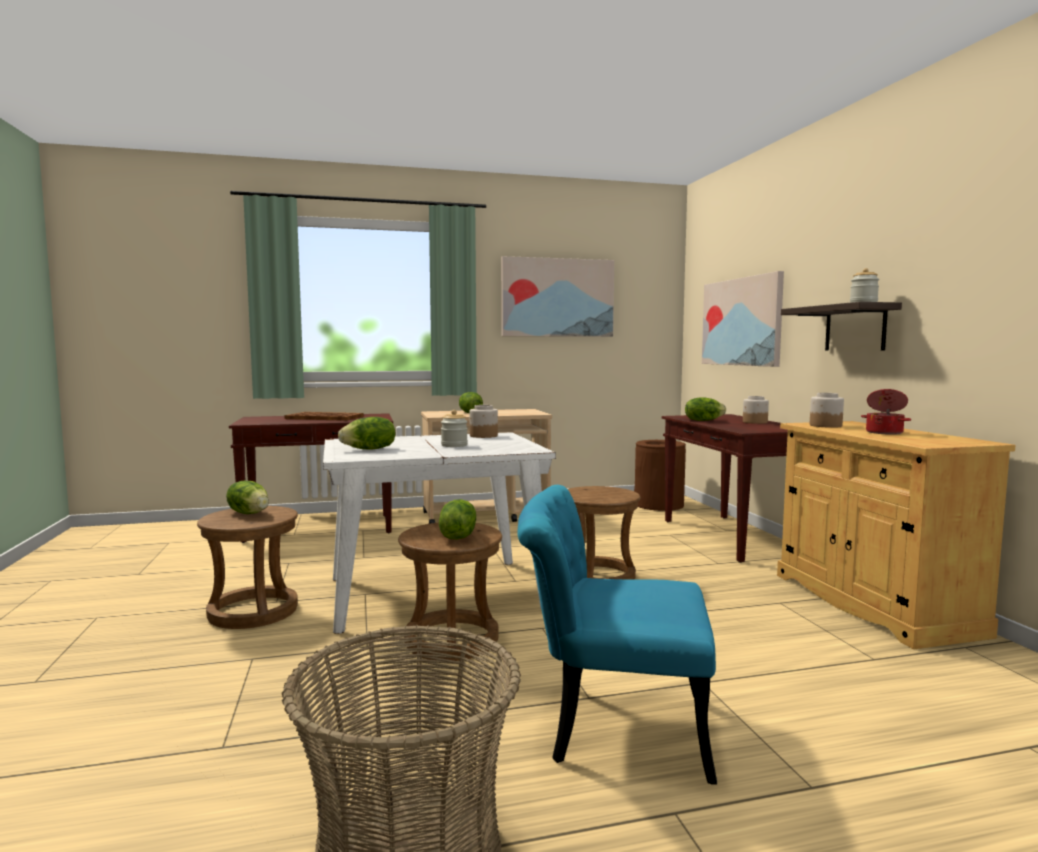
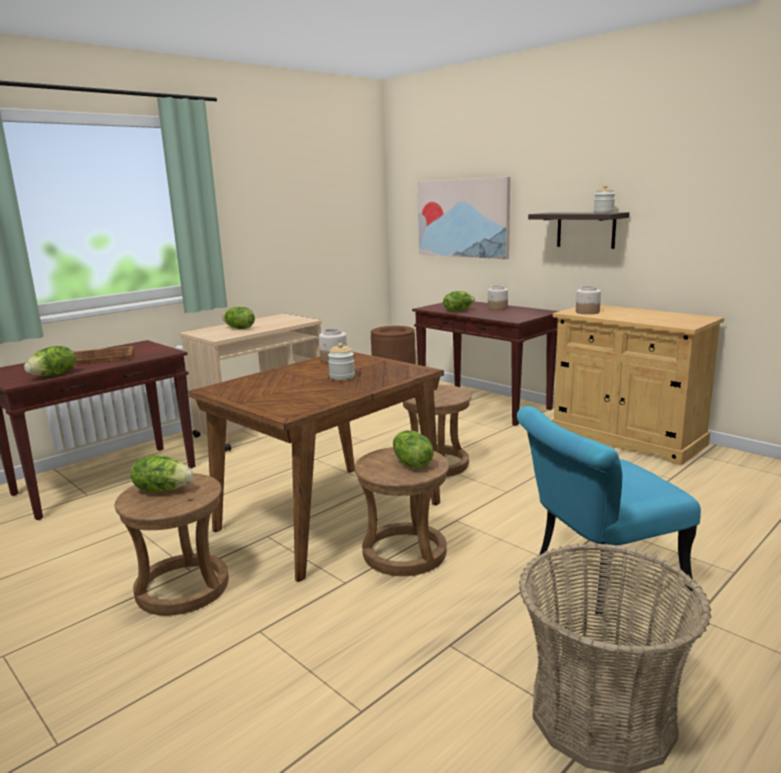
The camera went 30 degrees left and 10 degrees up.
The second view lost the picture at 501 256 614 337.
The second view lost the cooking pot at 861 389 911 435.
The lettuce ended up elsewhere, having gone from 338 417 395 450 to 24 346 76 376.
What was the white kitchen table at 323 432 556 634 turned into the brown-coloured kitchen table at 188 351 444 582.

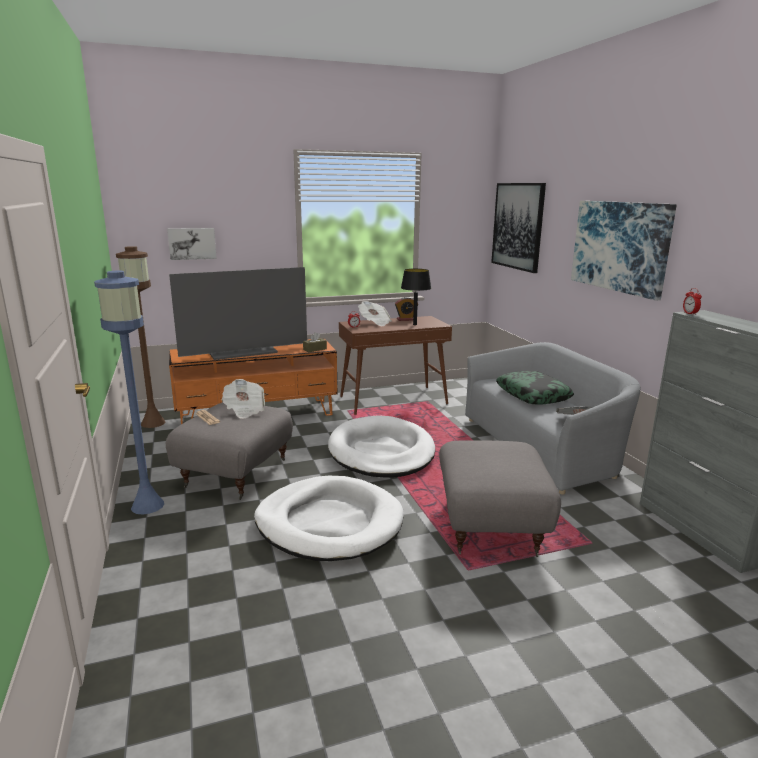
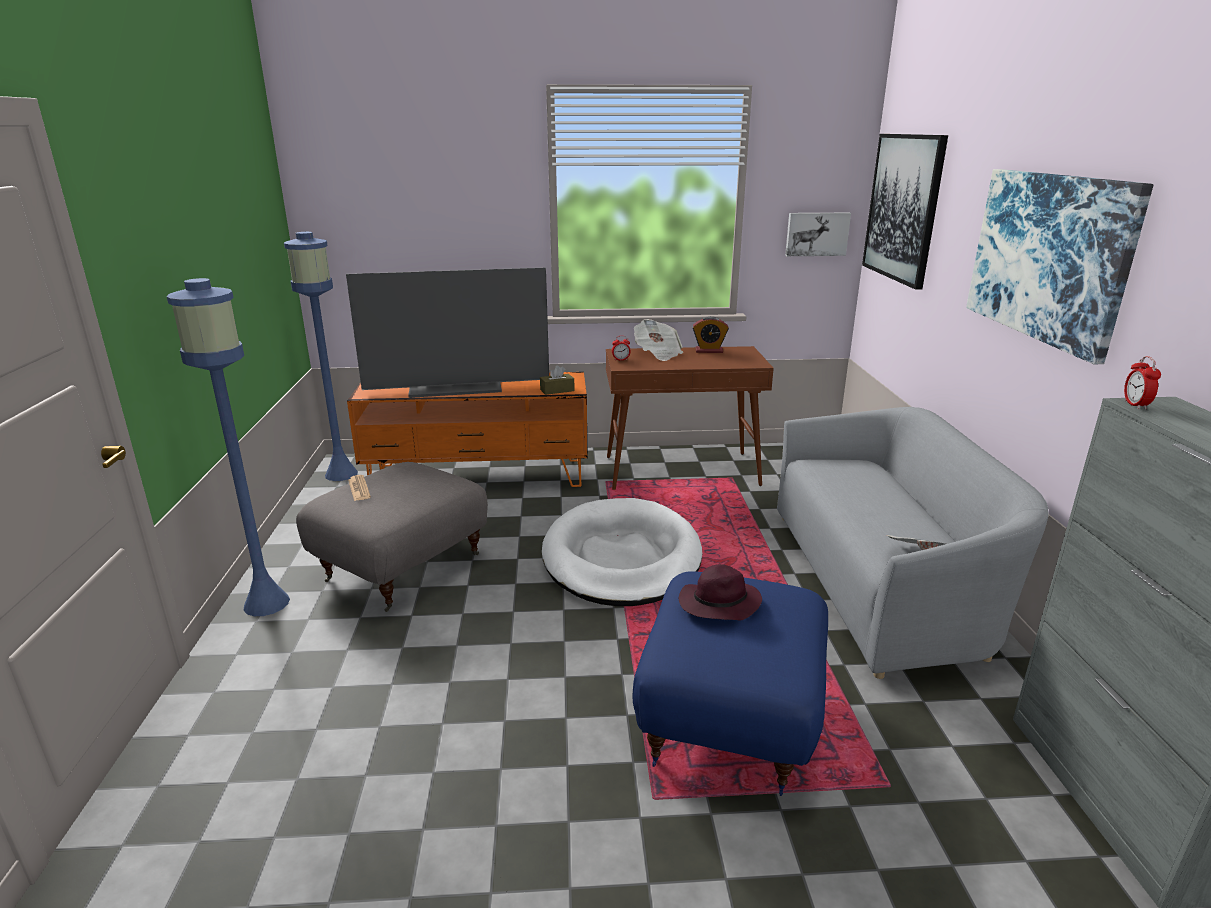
The camera went 15 degrees right and 5 degrees up.
The second view lost the printed paper at 222 379 265 419.
The second view lost the white dog cushion at 254 476 404 561.
The second view lost the black-coloured tabletop lamp at 401 269 431 325.
The second view lost the throw pillow at 496 371 574 405.
The second view gained the purple-coloured hat at 678 564 762 620.
The picture ended up elsewhere, having gone from 167 228 217 260 to 785 213 851 256.
What was the brown-coloured standing lamp at 116 246 165 428 turned into the blue standing lamp at 284 232 358 481.
What was the greyish ottoman at 439 440 561 557 turned into the blue ottoman at 632 571 828 796.

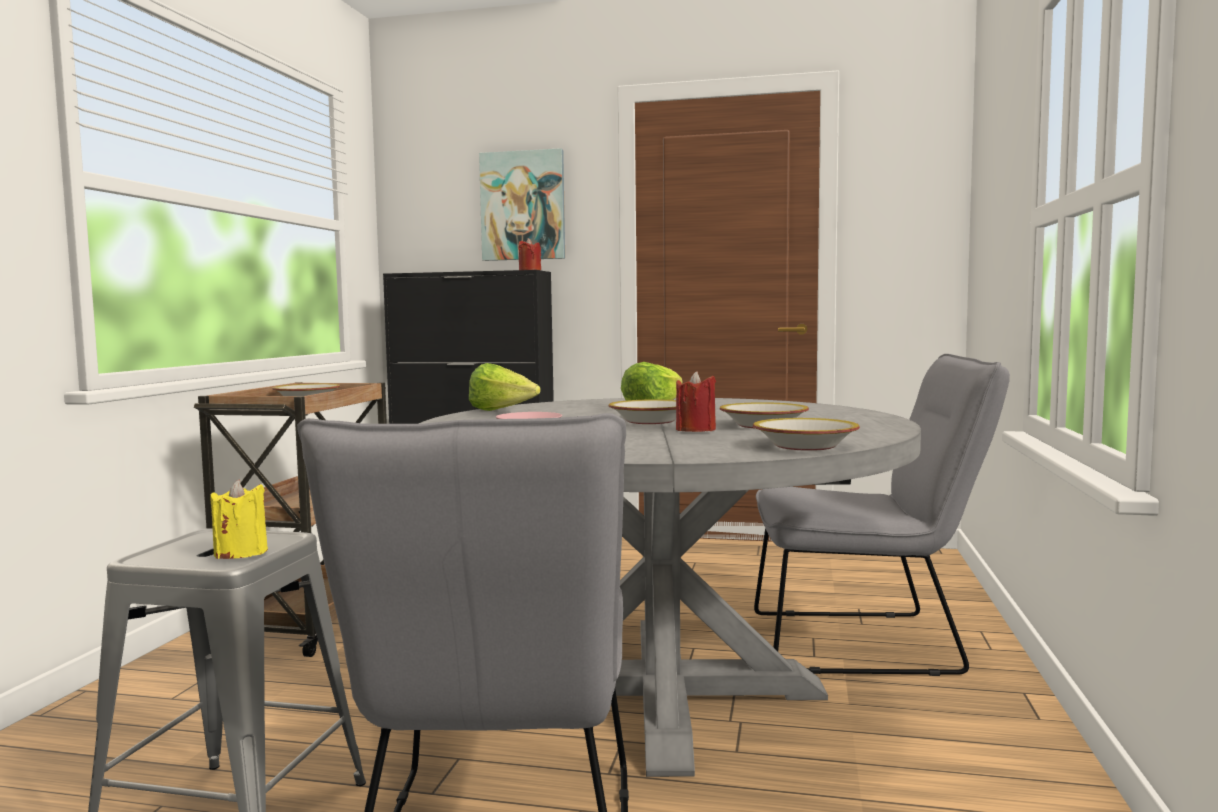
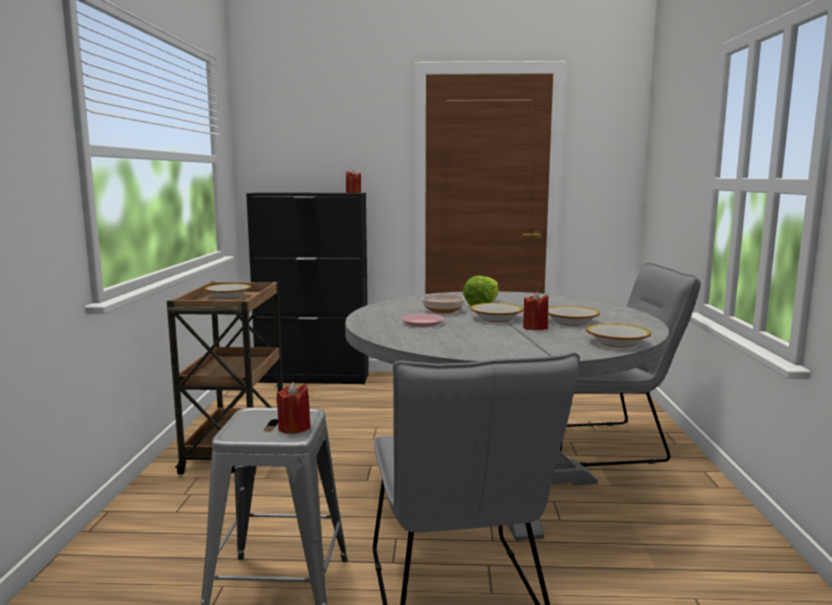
The camera went 10 degrees left and 5 degrees up.
The second view lost the lettuce at 469 363 541 411.
The second view lost the picture at 479 148 565 261.
The second view gained the deep dish at 422 294 465 314.
What was the yellowish candle at 210 480 268 559 turned into the reddish candle at 276 382 311 434.

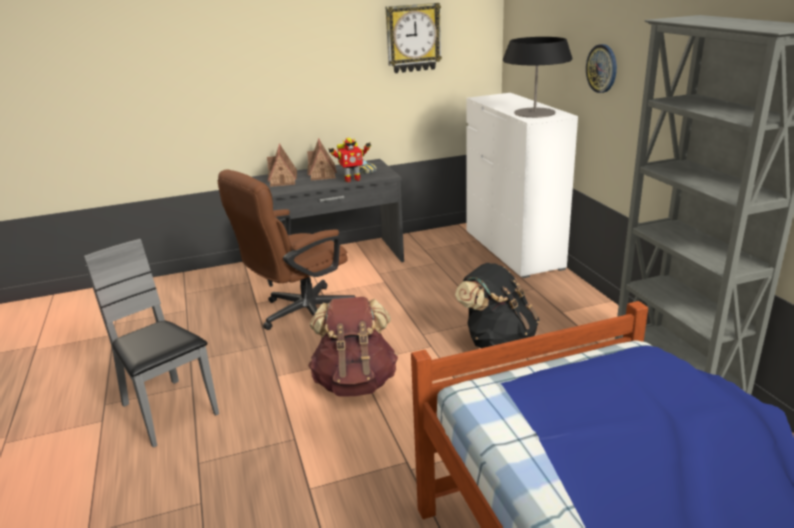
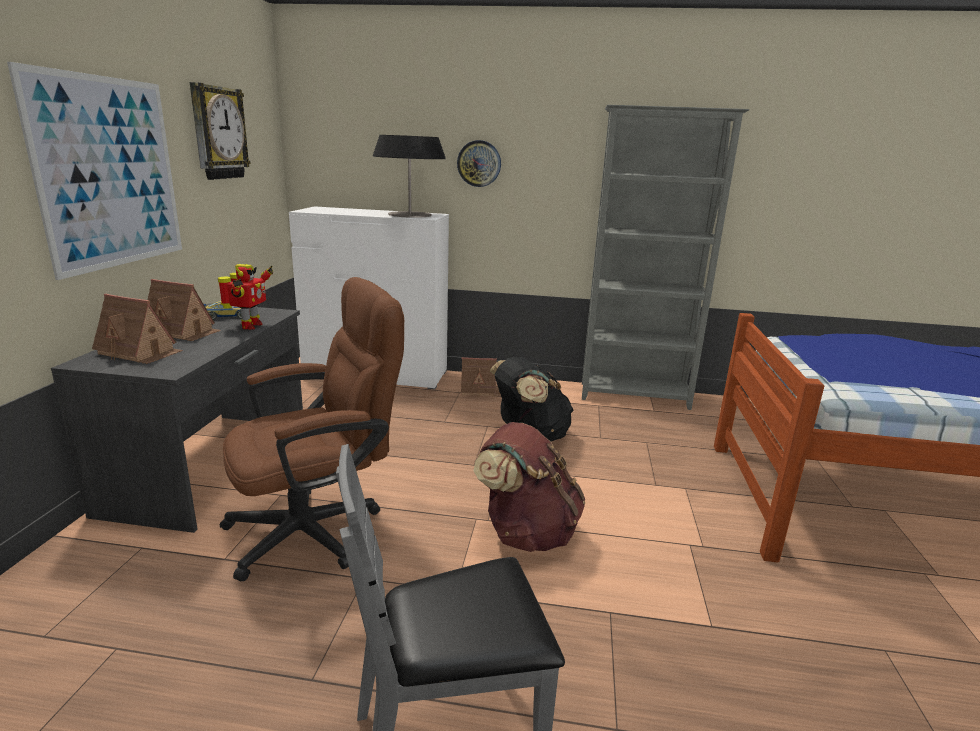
The camera went 65 degrees left and 5 degrees down.
The second view gained the picture at 7 62 182 280.
The second view gained the toy house at 461 357 501 397.
The brown-coloured desk chair at 218 169 355 330 ended up facing another way, 105 degrees counterclockwise from before.

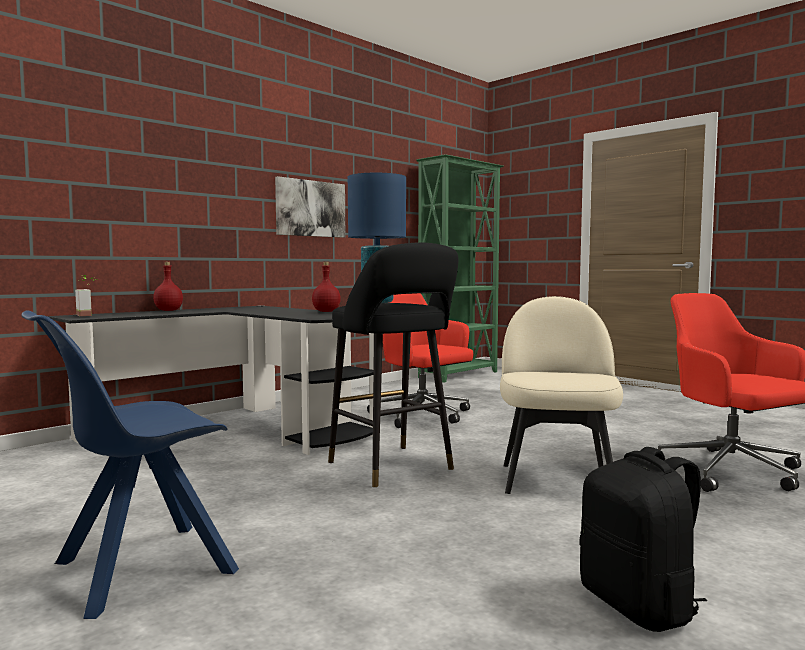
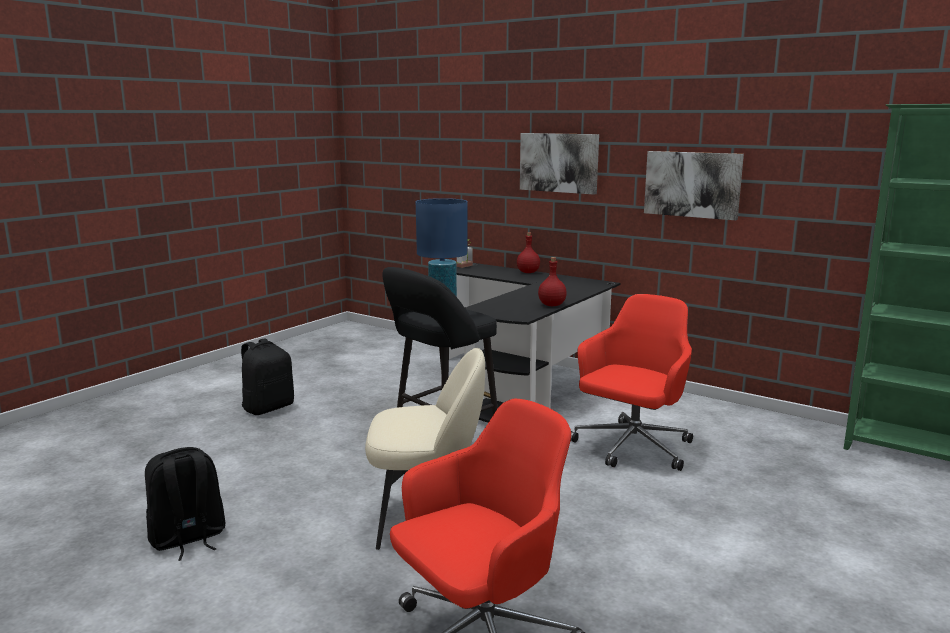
The camera went 80 degrees right and 10 degrees up.
The second view gained the picture at 520 133 599 195.
Where the blue upright chair stood at 21 311 239 619, the black-coloured backpack came to stand at 241 338 294 415.

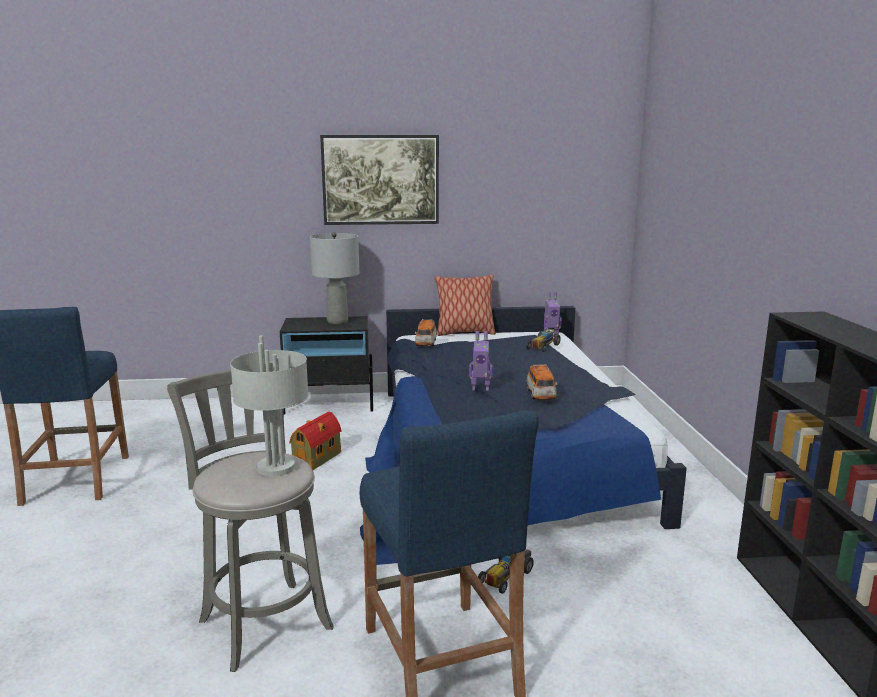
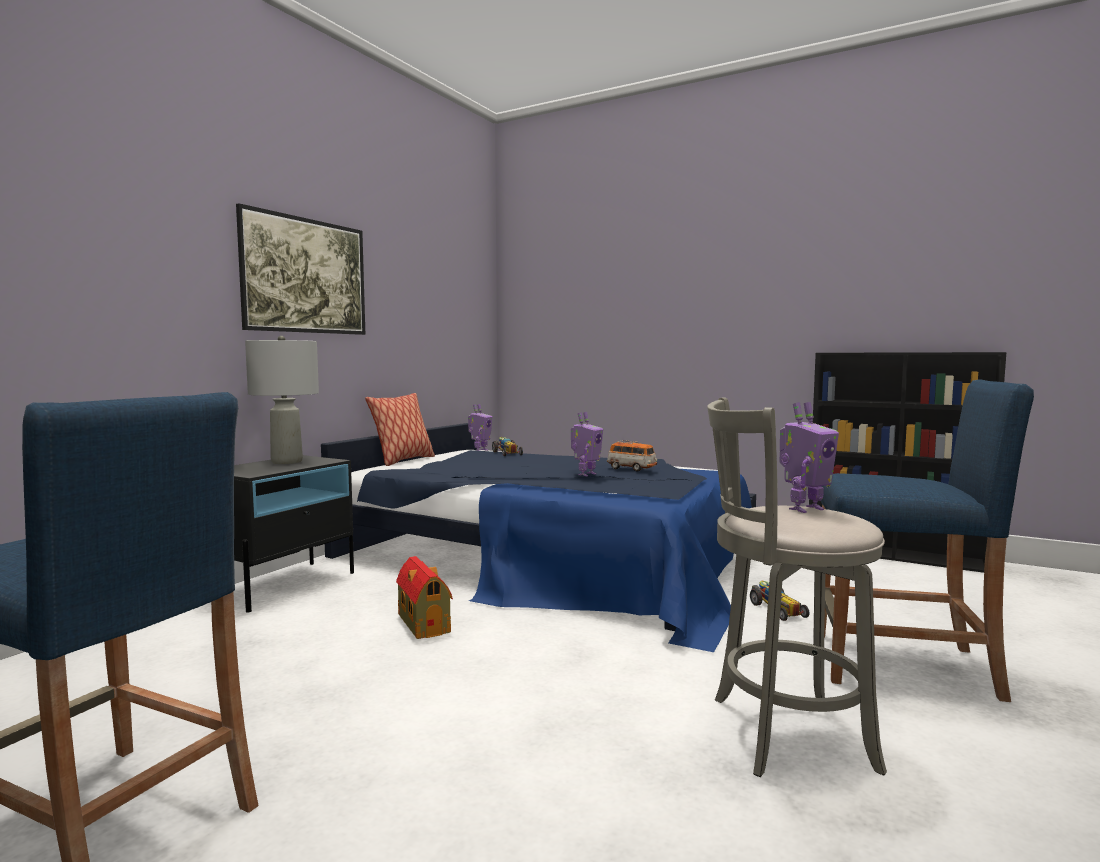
The camera went 55 degrees left and 10 degrees down.
The second view lost the toy car at 415 319 437 346.
Where the greyish tabletop lamp stood at 230 335 309 476, the model robot came to stand at 780 402 839 513.

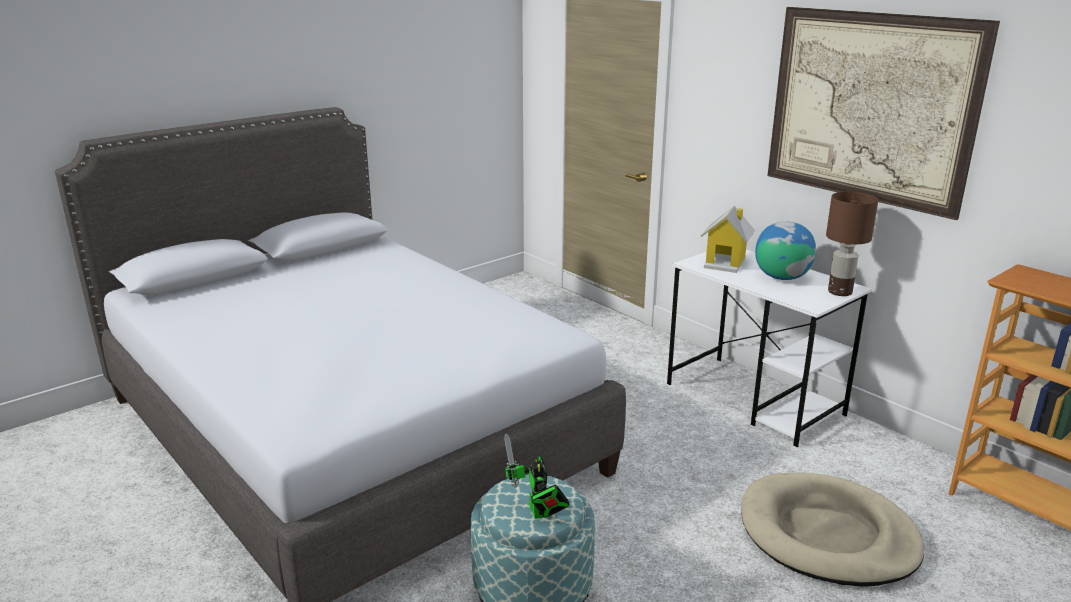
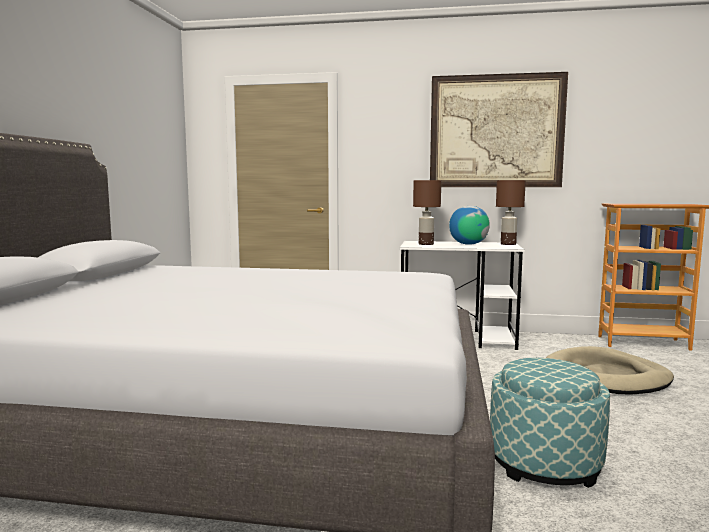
The camera went 40 degrees left and 15 degrees down.
The second view lost the model robot at 504 433 570 519.
Where the toy house stood at 701 206 755 273, the brown-coloured tabletop lamp came to stand at 413 180 441 245.

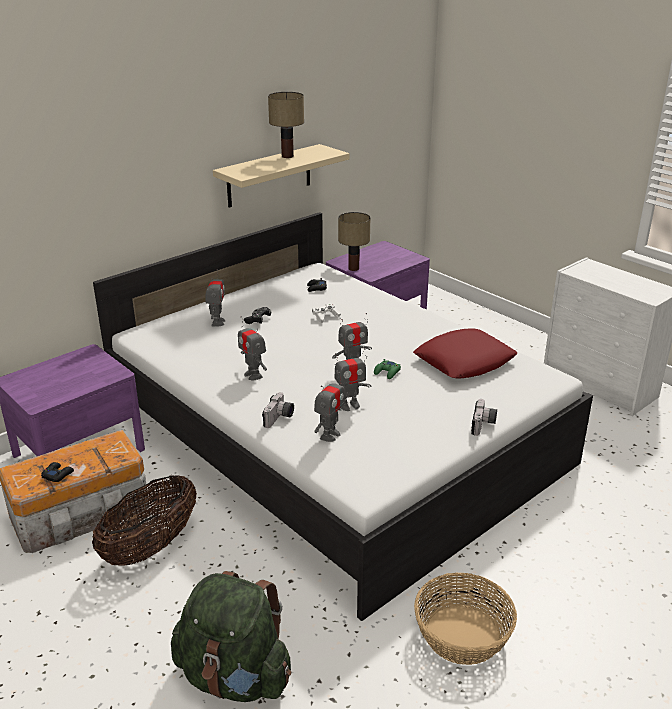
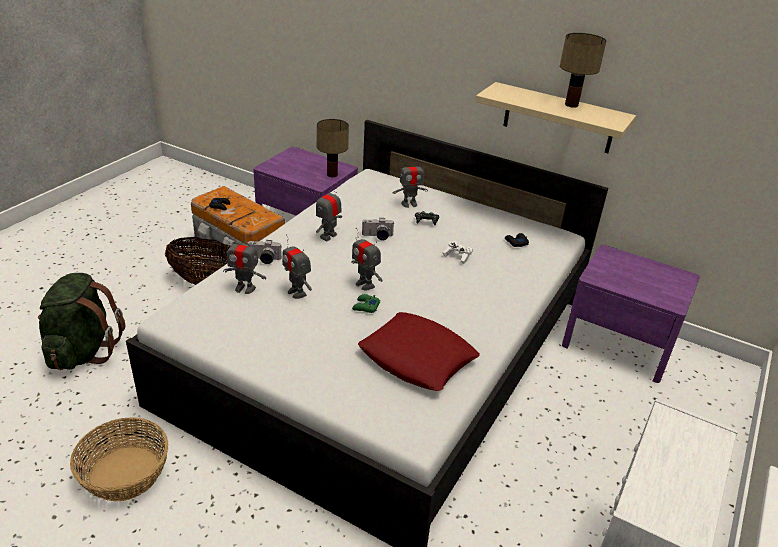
The camera went 70 degrees right and 5 degrees up.
The tabletop lamp ended up elsewhere, having gone from 338 212 370 271 to 317 119 349 177.
The still camera ended up elsewhere, having gone from 471 399 497 436 to 362 218 395 240.

